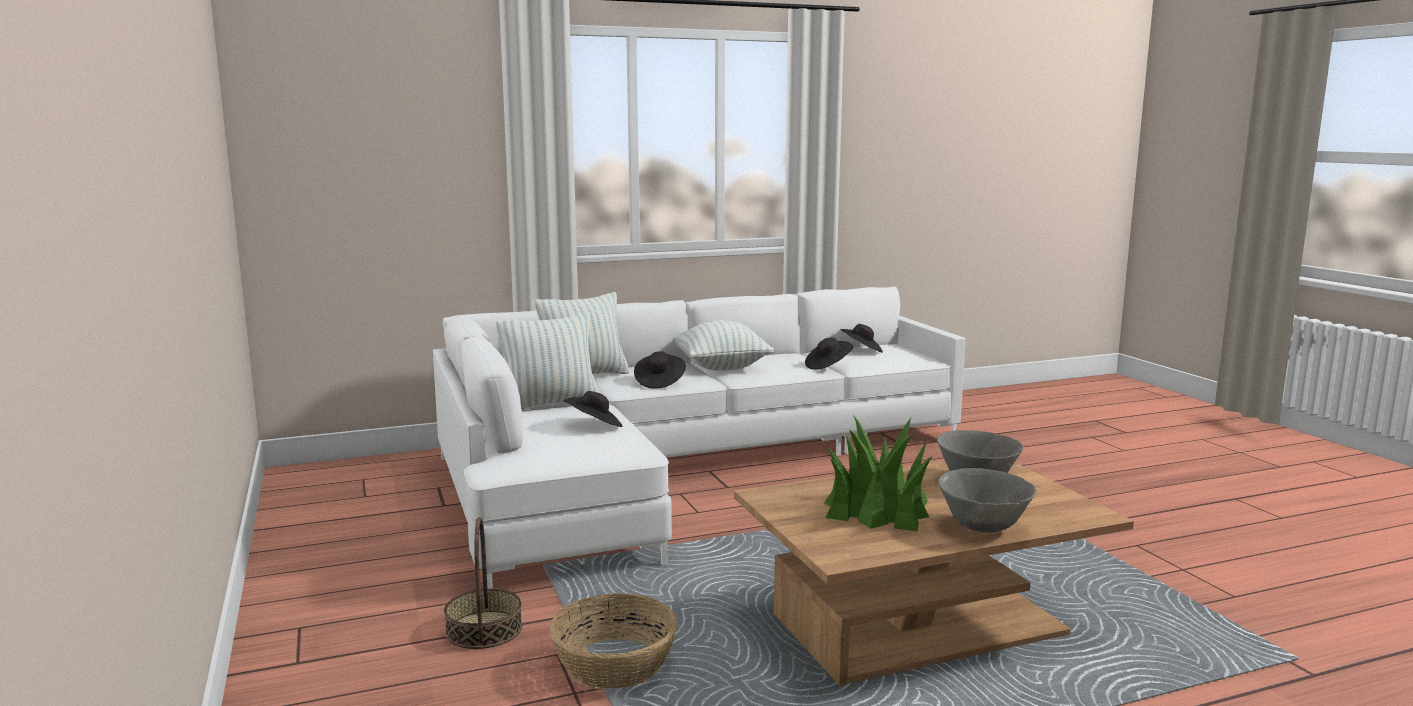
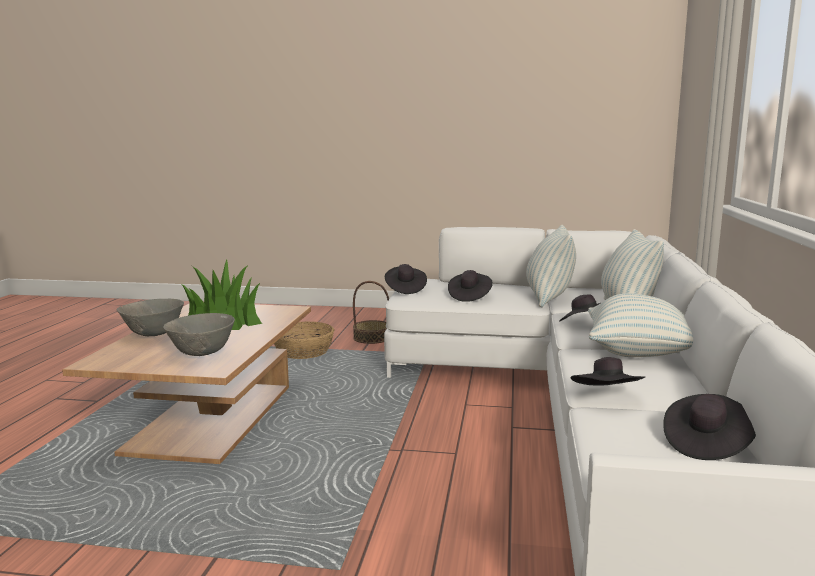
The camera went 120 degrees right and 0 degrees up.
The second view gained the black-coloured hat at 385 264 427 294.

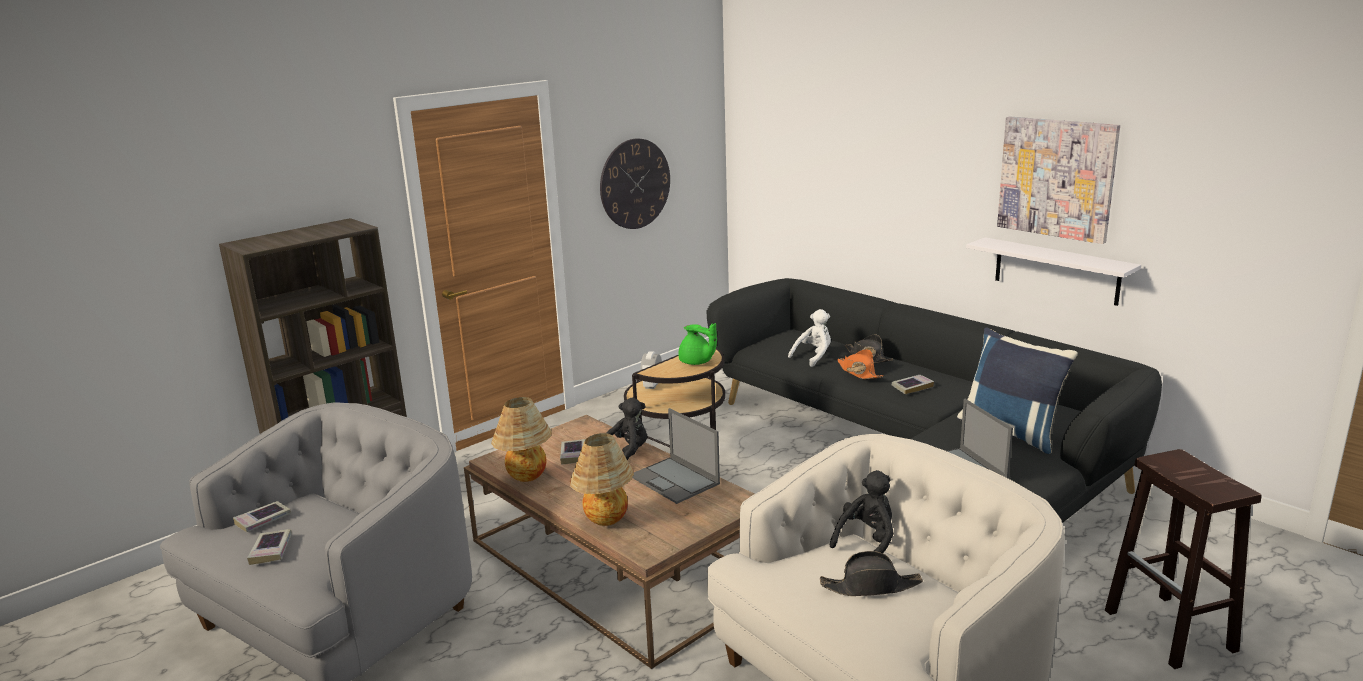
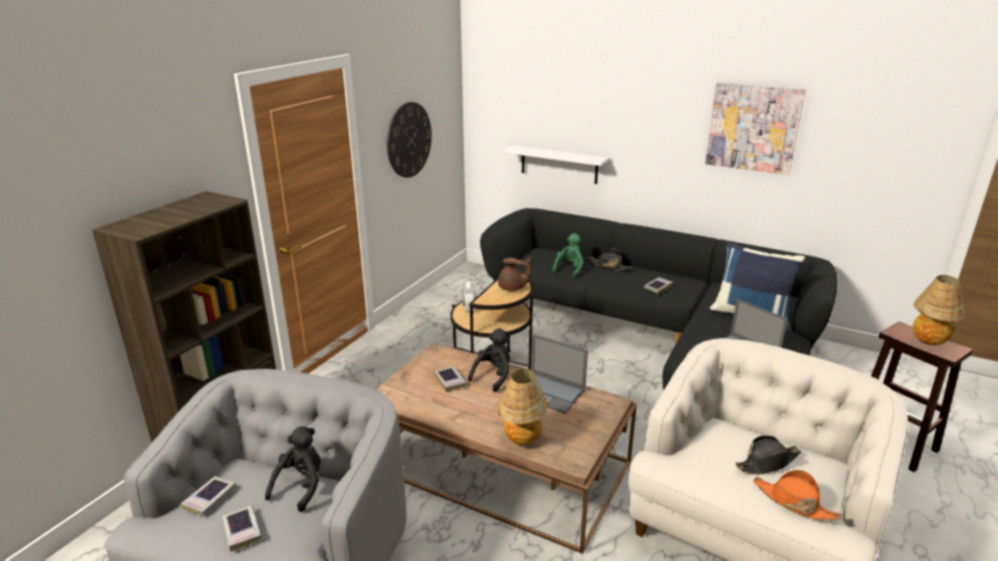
The camera went 20 degrees left and 5 degrees up.
The tabletop lamp ended up elsewhere, having gone from 491 397 552 482 to 913 275 965 345.
The black-coloured plush toy ended up elsewhere, having gone from 830 470 894 553 to 265 426 321 512.
The orange hat ended up elsewhere, having gone from 837 349 883 379 to 753 470 842 520.
The white bracket shelf ended up elsewhere, having gone from 966 237 1141 306 to 503 145 609 184.
What was the green teapot at 678 323 717 365 turned into the brown-coloured teapot at 498 256 532 291.
What was the white plush toy at 788 309 831 367 turned into the green plush toy at 552 233 584 278.

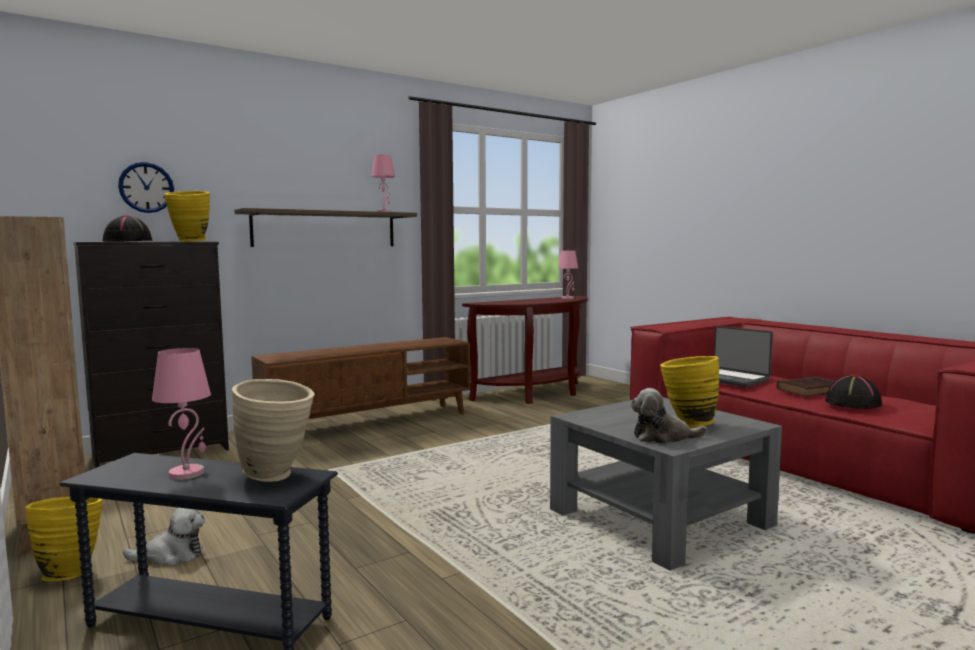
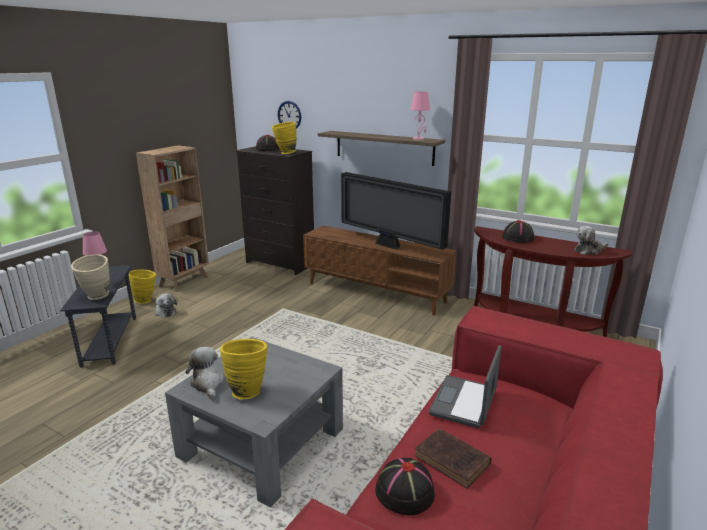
The camera went 65 degrees right and 15 degrees up.
The second view gained the television at 341 172 451 250.
The second view gained the black-coloured hat at 502 220 534 243.
Where the pinkish tabletop lamp stood at 558 250 578 299, the plush toy came to stand at 575 226 609 255.

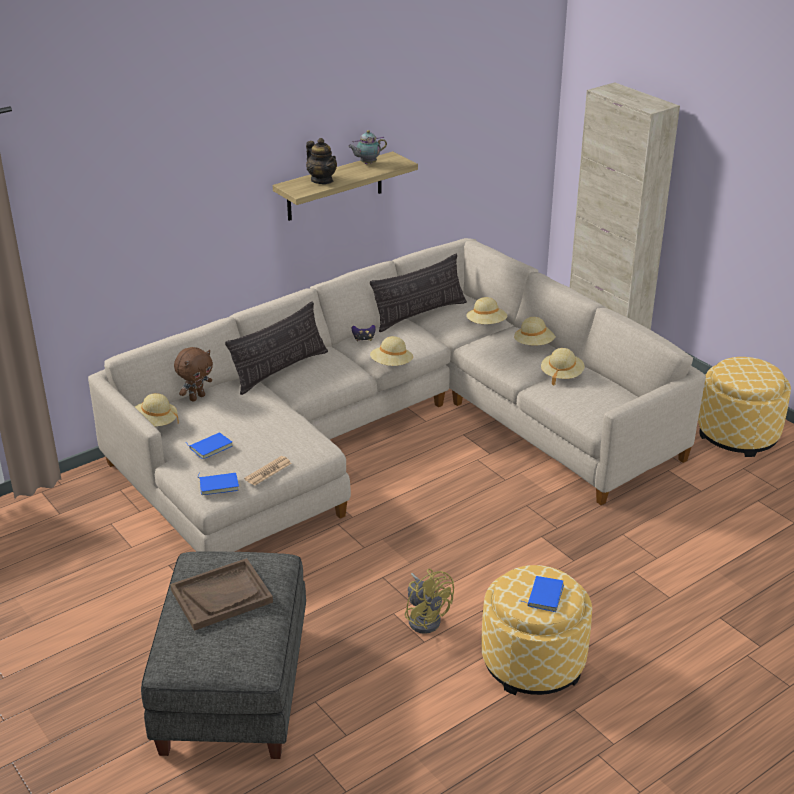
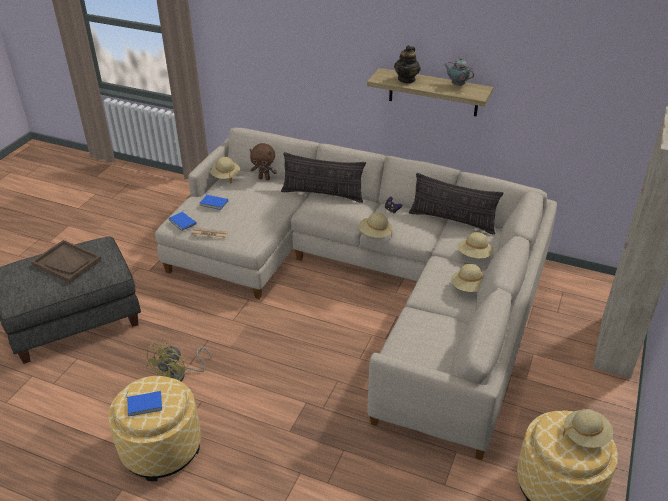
The camera went 60 degrees right and 5 degrees up.
The beige hat ended up elsewhere, having gone from 541 348 584 386 to 563 409 613 448.

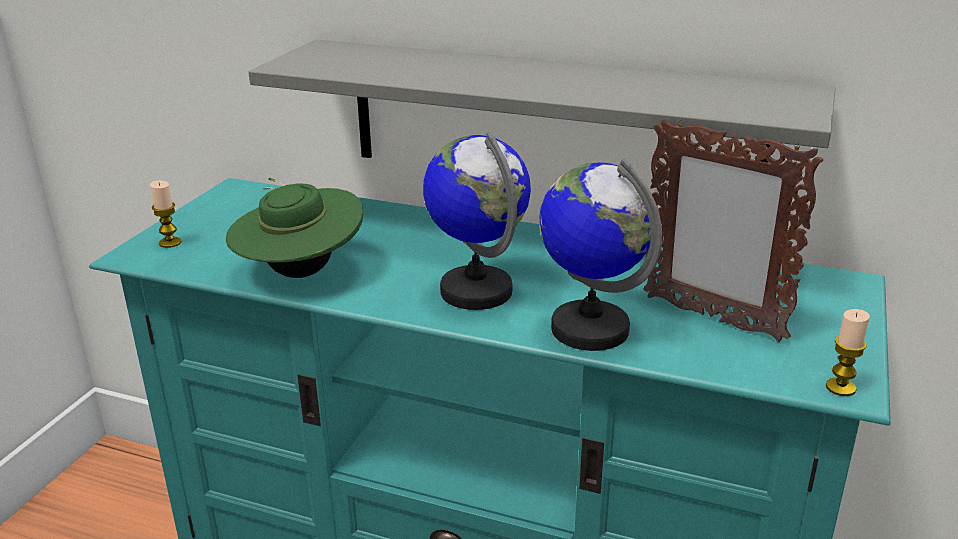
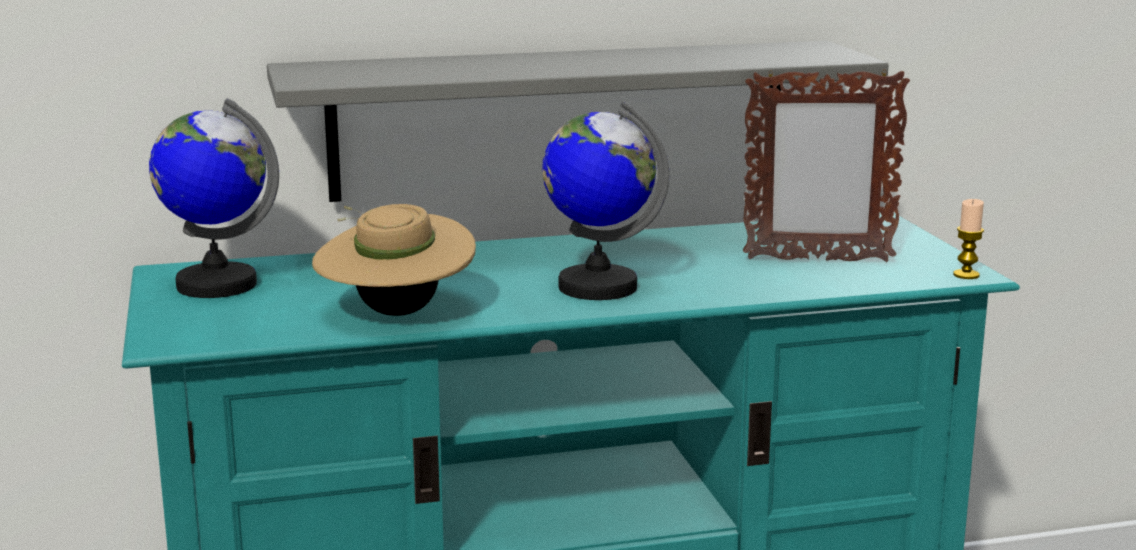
The camera went 35 degrees left and 10 degrees down.
The second view lost the candle at 150 181 181 248.
The desk globe ended up elsewhere, having gone from 539 159 662 351 to 149 98 279 298.
What was the green hat at 226 178 363 278 turned into the beige hat at 312 204 476 316.

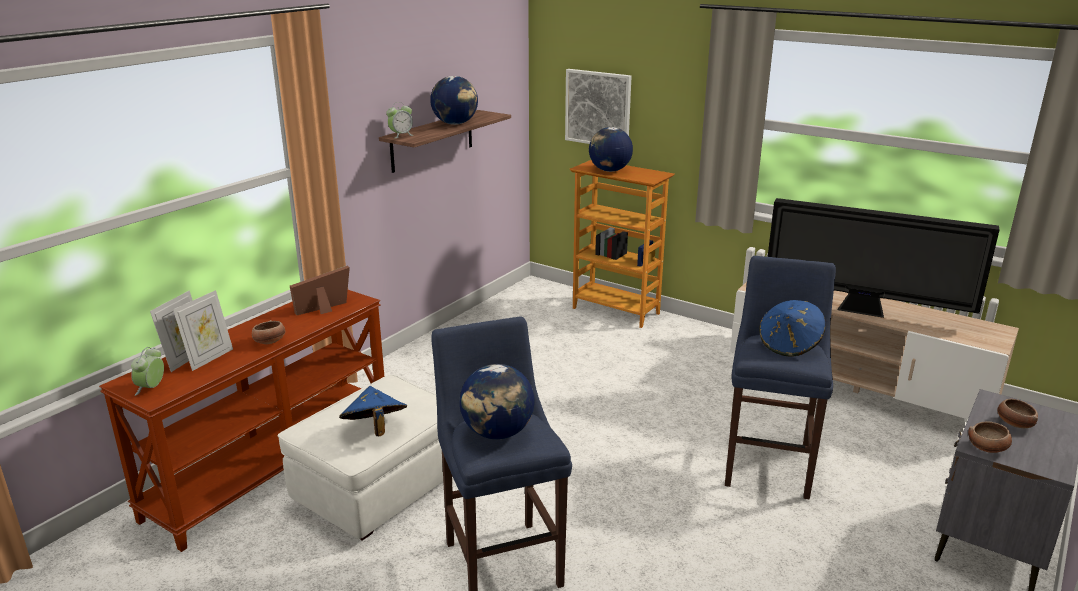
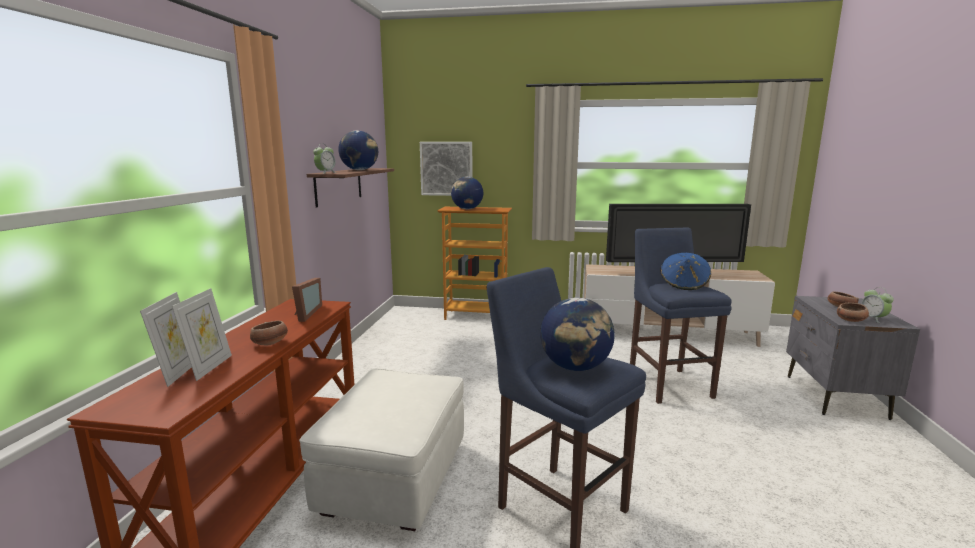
The camera went 25 degrees left and 10 degrees down.
The second view lost the blue hat at 339 386 407 436.
The table clock ended up elsewhere, having gone from 131 347 164 396 to 861 287 894 323.
The picture frame at 290 266 350 315 ended up facing another way, 150 degrees clockwise from before.

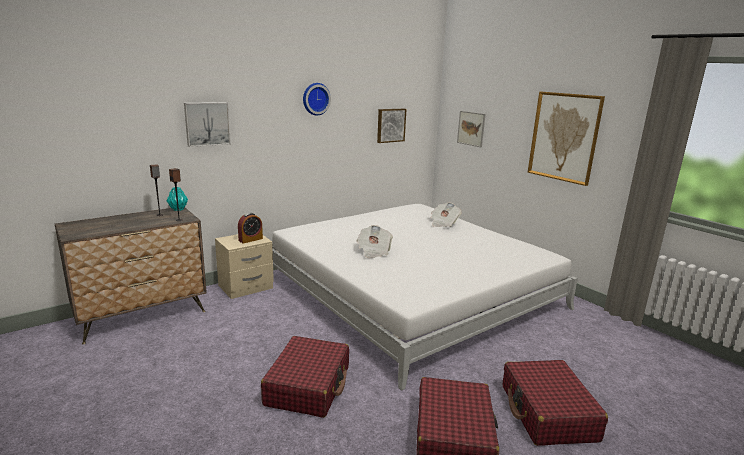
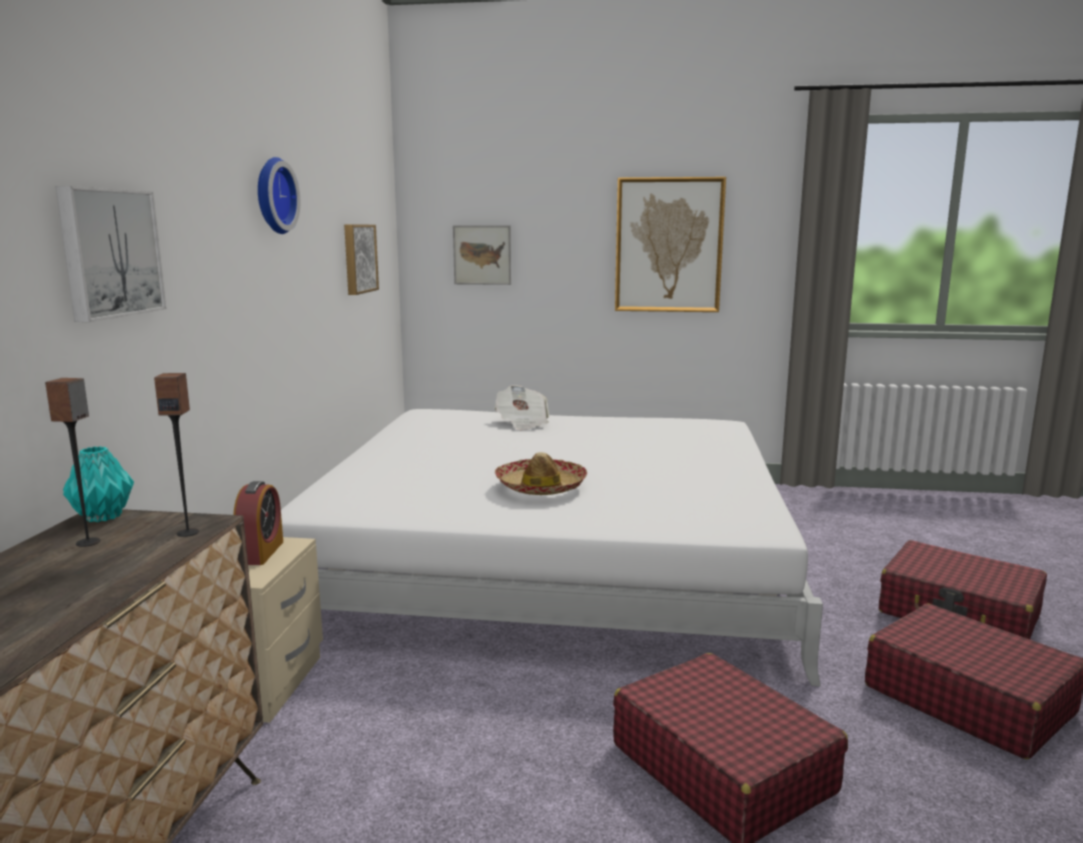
The camera went 45 degrees left and 5 degrees down.
Where the printed paper stood at 356 225 393 258, the hat came to stand at 495 452 587 495.

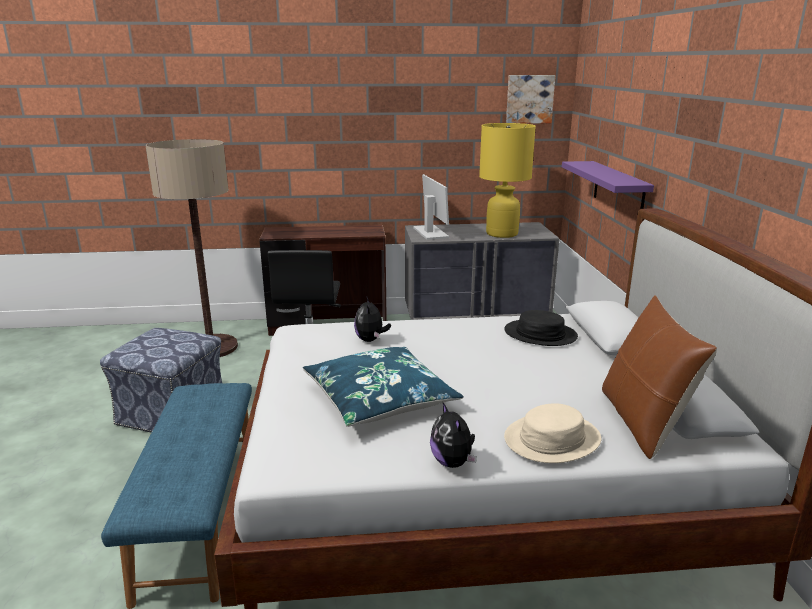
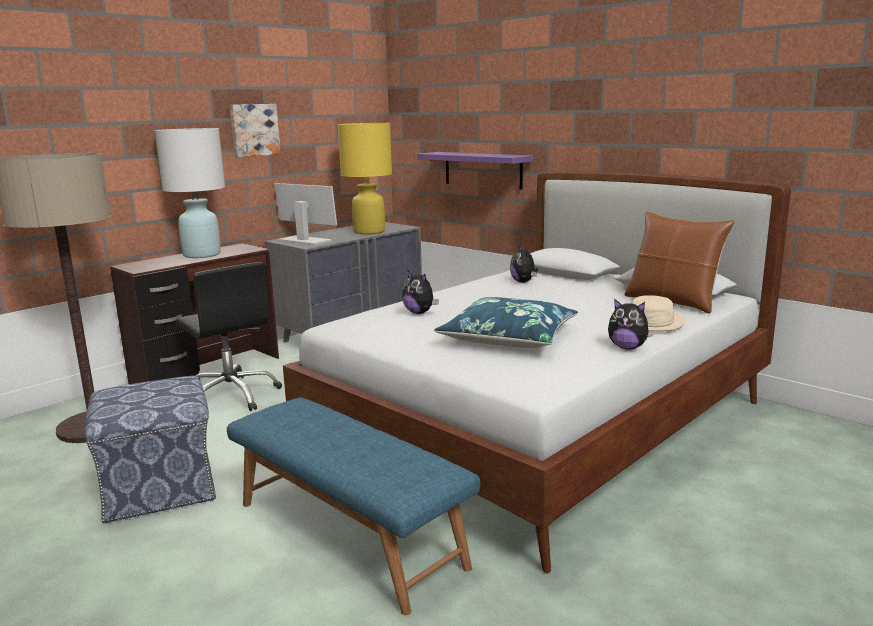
The camera went 40 degrees left and 5 degrees down.
The second view gained the white tabletop lamp at 154 128 225 258.
The picture ended up elsewhere, having gone from 506 75 555 124 to 230 104 281 158.
Where the black-coloured hat stood at 505 310 578 346, the plush toy came to stand at 510 245 538 283.

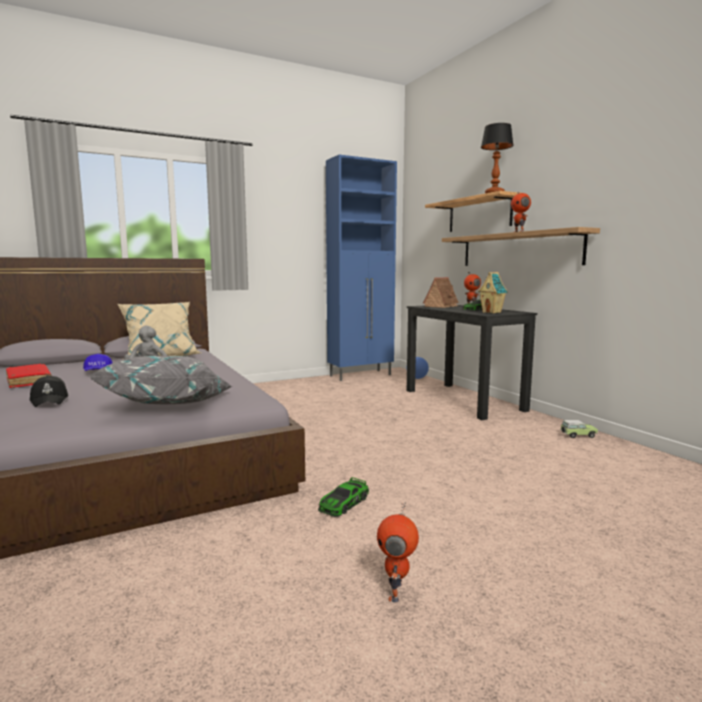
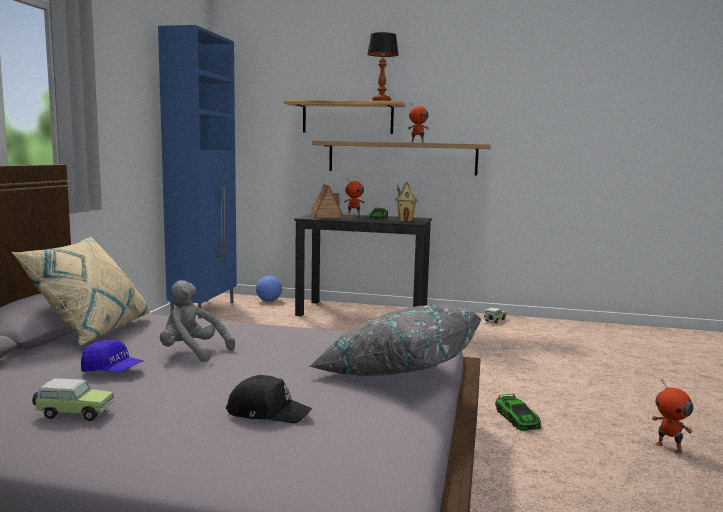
The camera went 50 degrees left and 0 degrees up.
Where the reddish book stood at 6 364 52 388, the toy car came to stand at 32 378 114 421.

